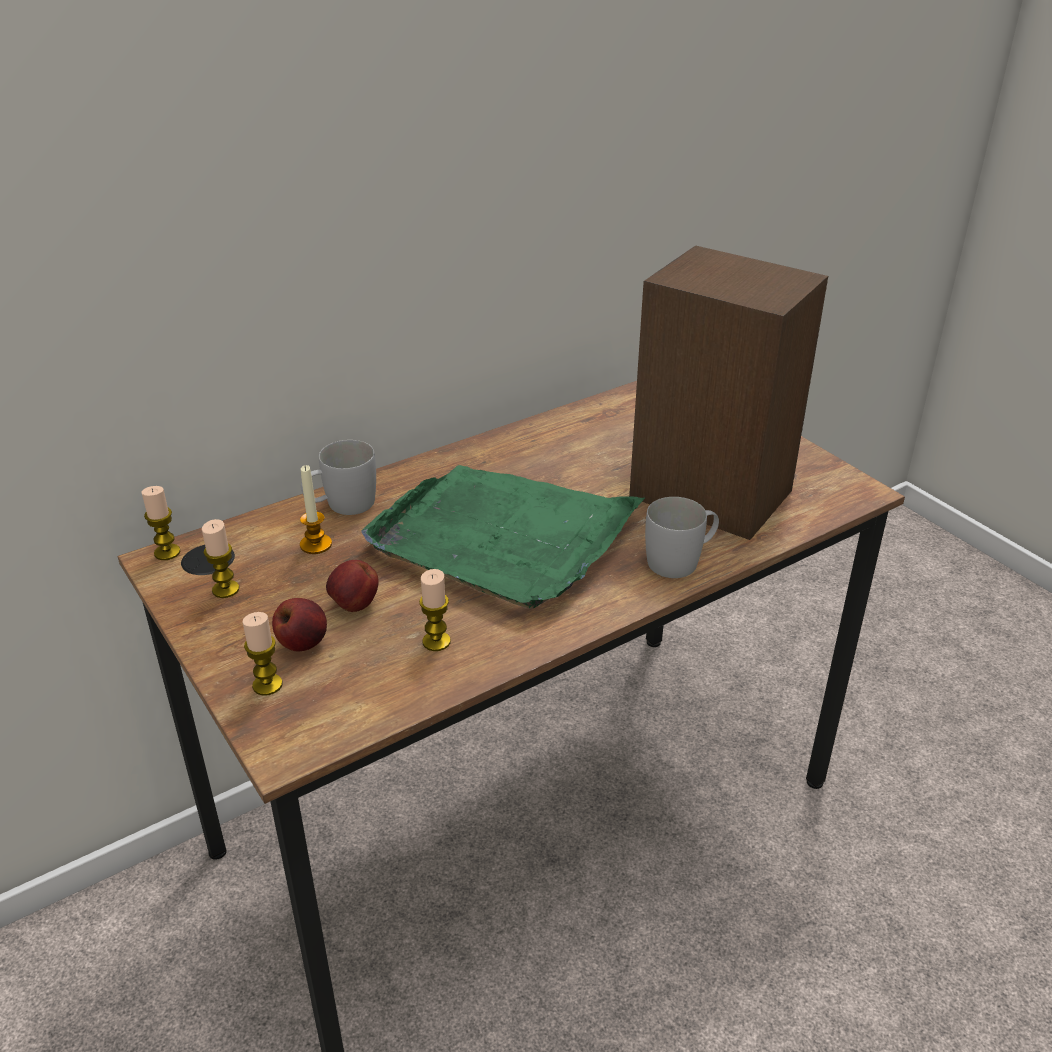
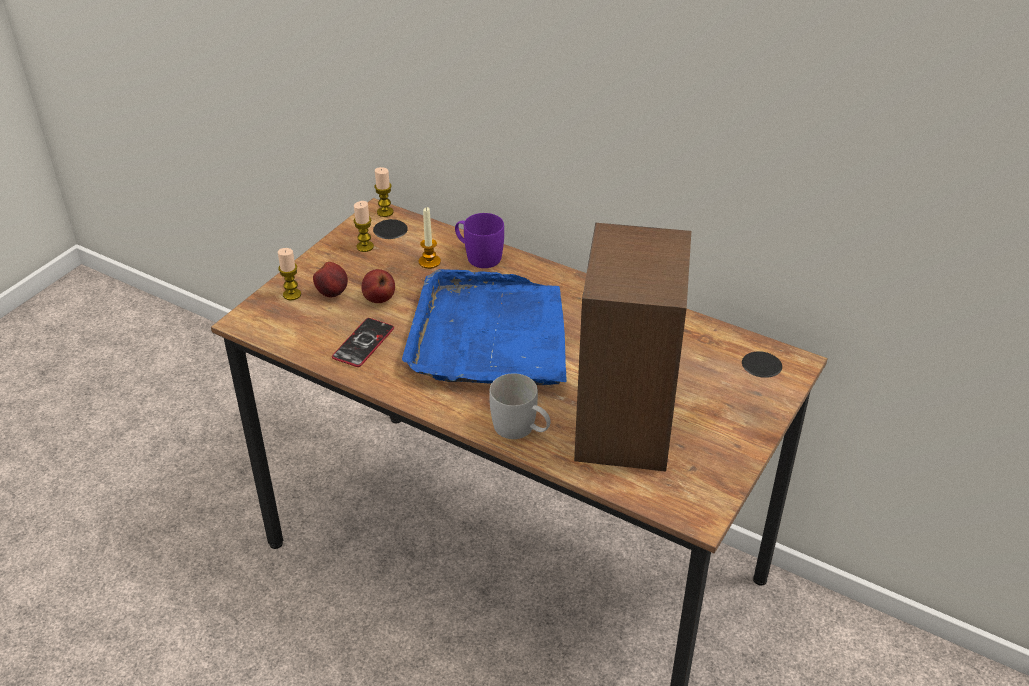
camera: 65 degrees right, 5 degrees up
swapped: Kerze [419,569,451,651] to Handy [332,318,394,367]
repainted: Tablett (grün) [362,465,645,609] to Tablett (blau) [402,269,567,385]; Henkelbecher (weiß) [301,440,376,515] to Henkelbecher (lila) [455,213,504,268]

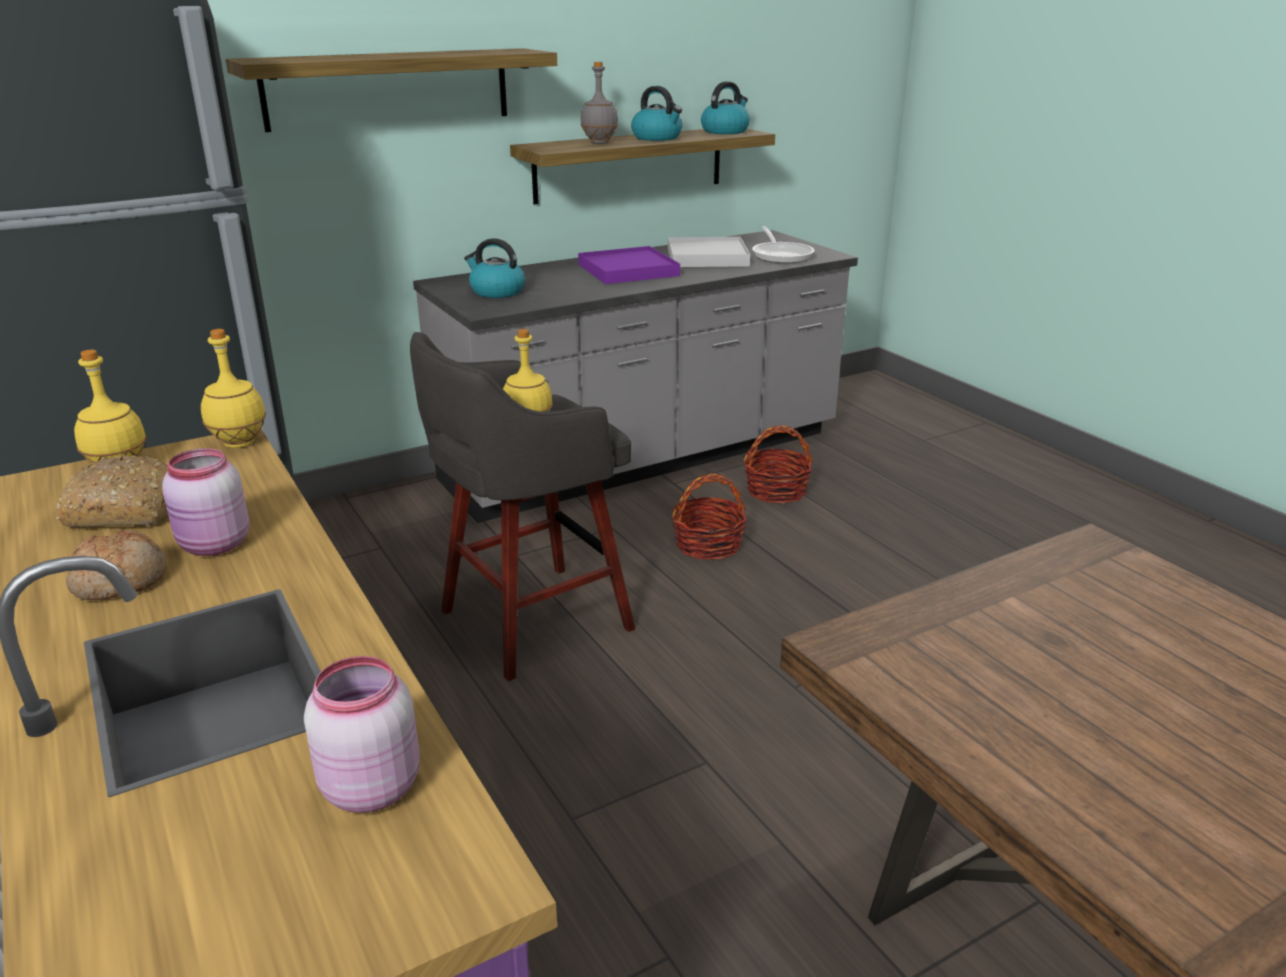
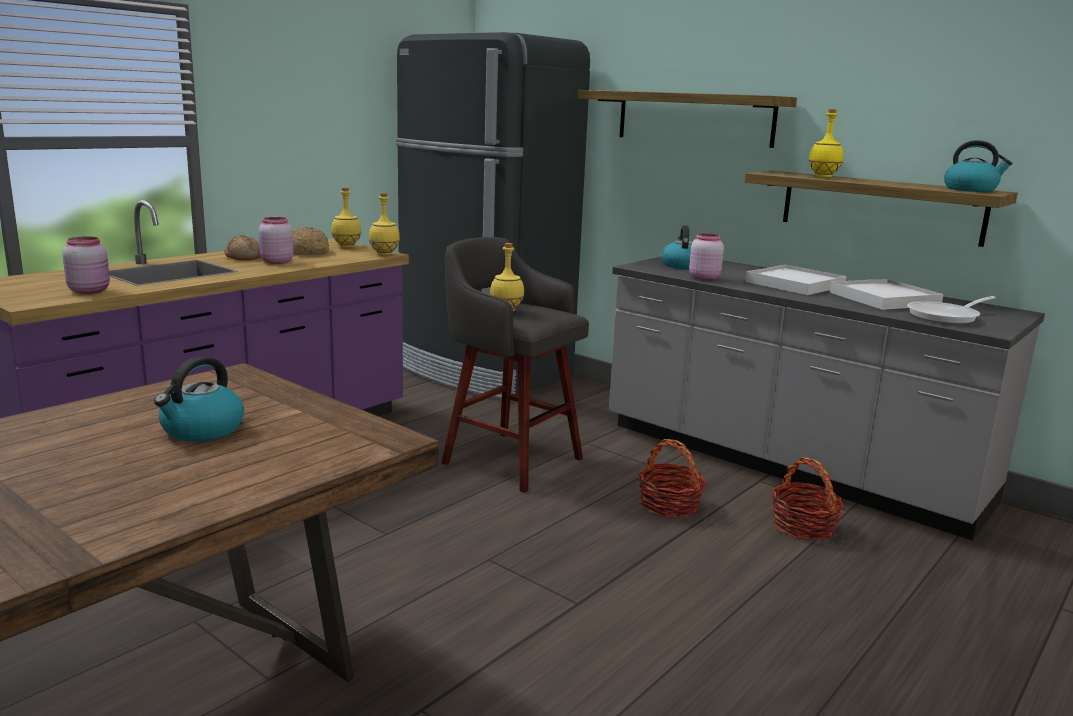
camera: 70 degrees right, 10 degrees down
new: Vorratsglas (rosa) [689,233,724,280]
shifted: Wasserkessel [631,86,682,141] to [154,356,244,442]
repainted: Tablett (lila) [578,246,680,284] to Tablett (weiß) [745,265,847,295]; Flasche (grau) [580,62,618,144] to Flasche (gelb) [808,109,843,178]

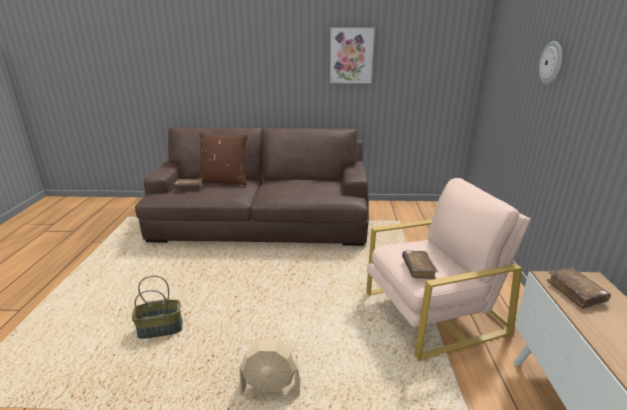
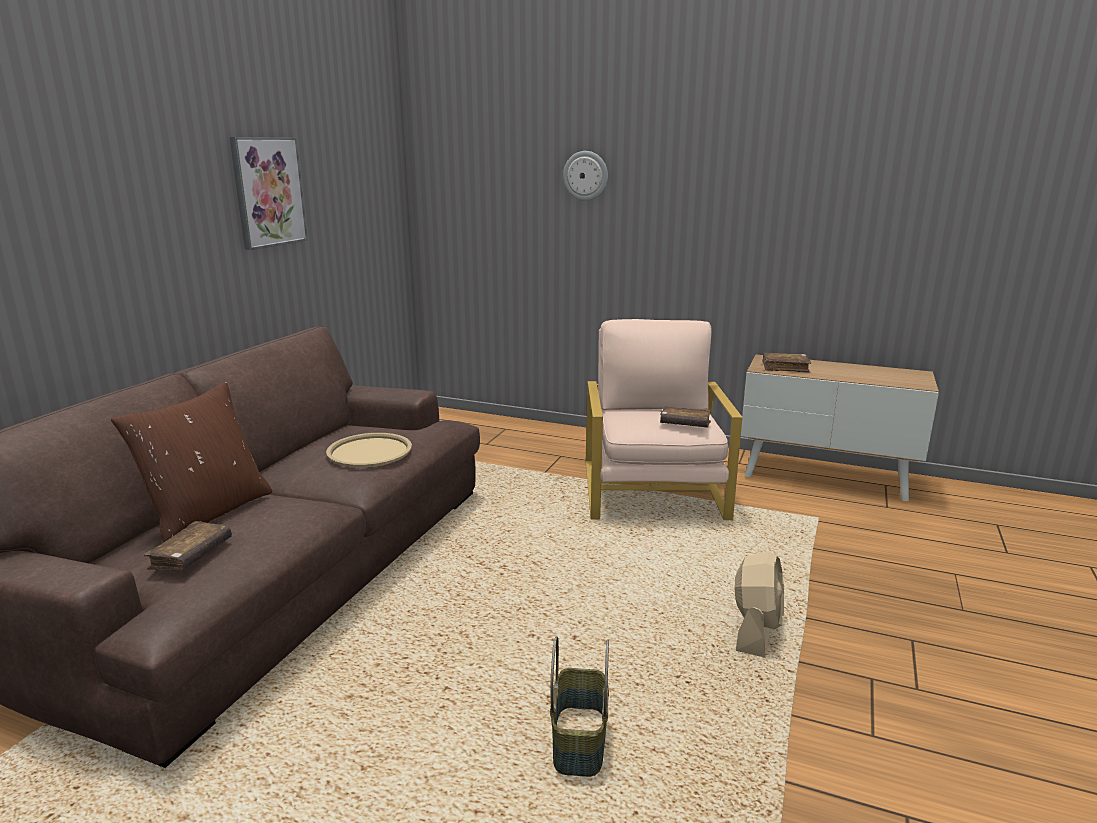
camera: 70 degrees left, 5 degrees down
new: Tablett (beige) [326,433,412,467]

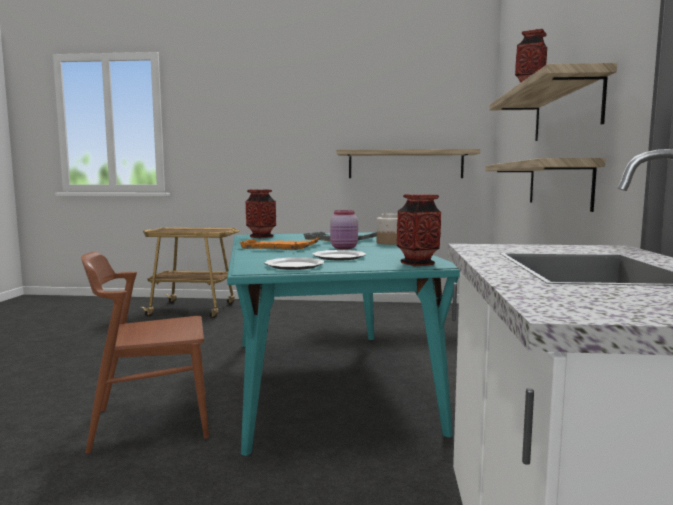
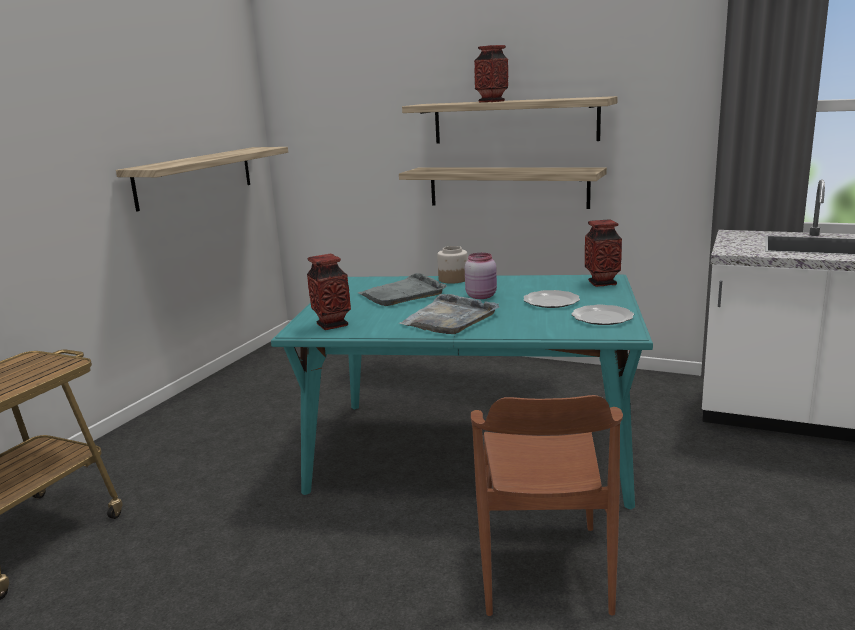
camera: 70 degrees left, 10 degrees up
repainted: Tablett (orange) [239,237,321,250] to Tablett (grau) [399,294,499,334]

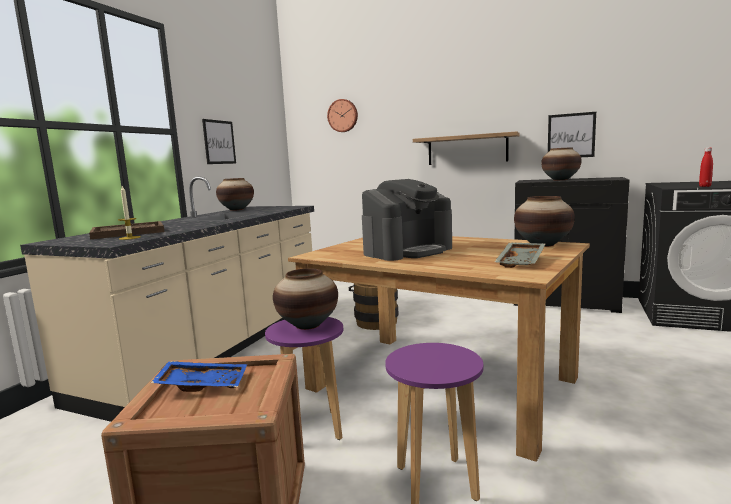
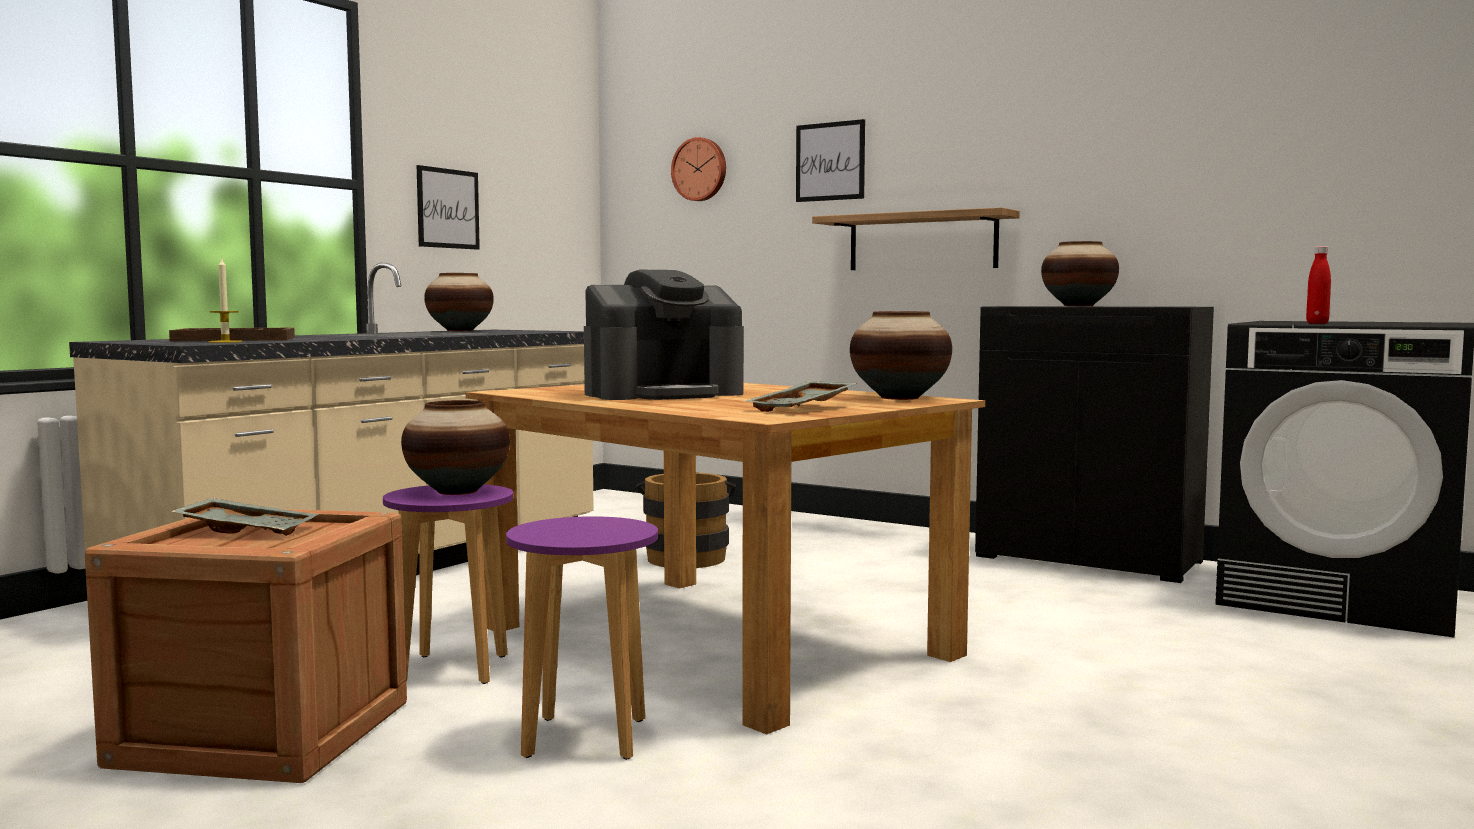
camera: 10 degrees right, 5 degrees down
shifted: Bild [548,112,596,157] to [796,119,865,202]
repainted: Tablett (blau) [151,361,247,392] to Tablett (grau) [170,498,319,536]

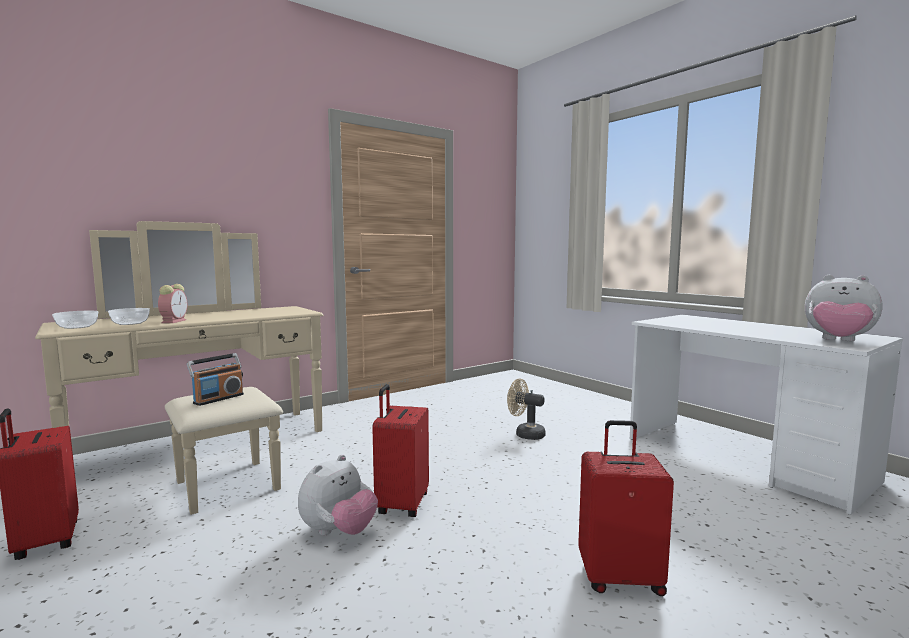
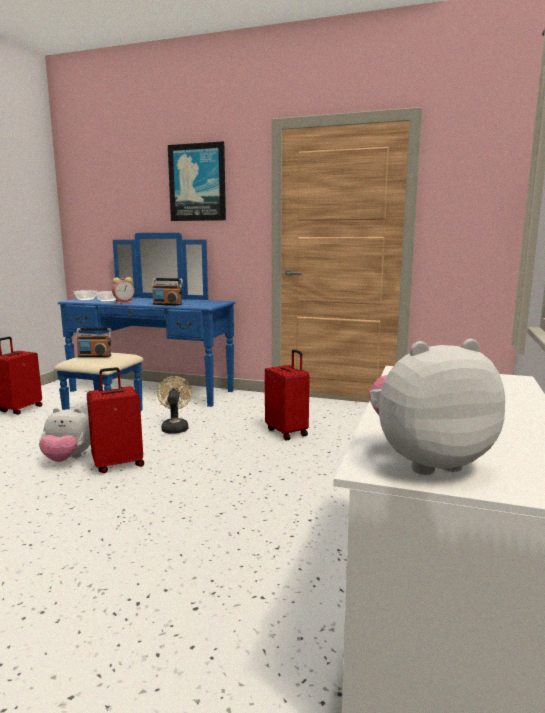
camera: 55 degrees right, 5 degrees up
new: Radio [152,278,183,305]; Bild [168,141,226,221]
shifted: Ventilator (beige) [507,379,546,440] to [157,376,192,434]; Koffer (rot) [578,420,674,596] to [265,349,310,441]
repainted: Kommode (beige) [35,221,323,515] to Kommode (blau) [54,233,236,411]
rotated: Plüschtier [805,275,882,341] = [369,339,505,475] 75 degrees clockwise

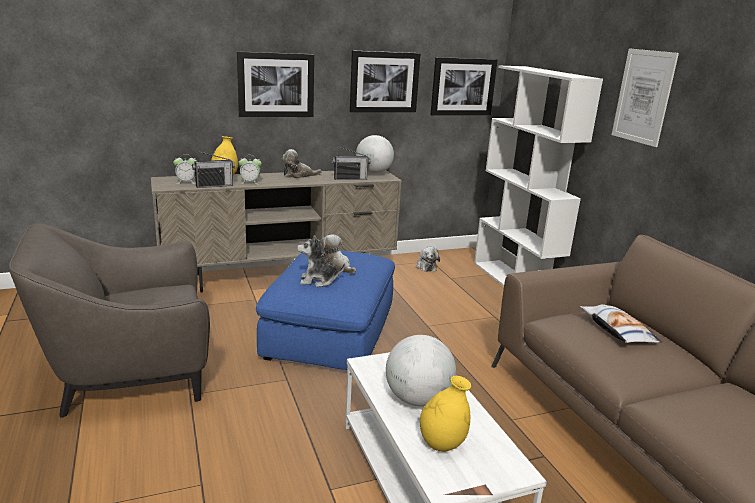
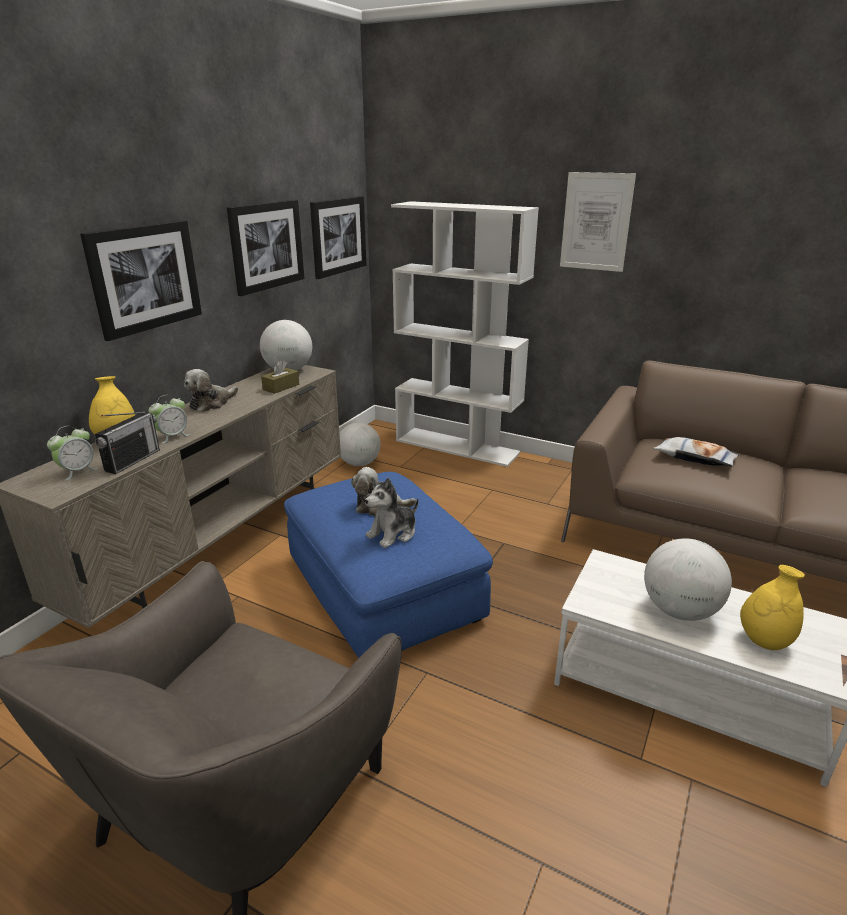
camera: 40 degrees left, 5 degrees up
swapped: Radio [332,147,370,180] to Taschentuchbox (braun) [261,360,299,394]; Plüschtier [416,247,440,272] to Globus [339,422,381,466]

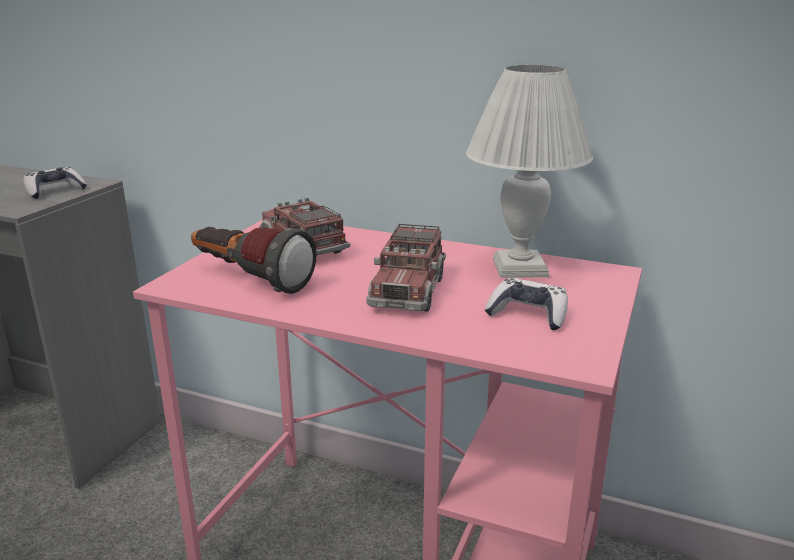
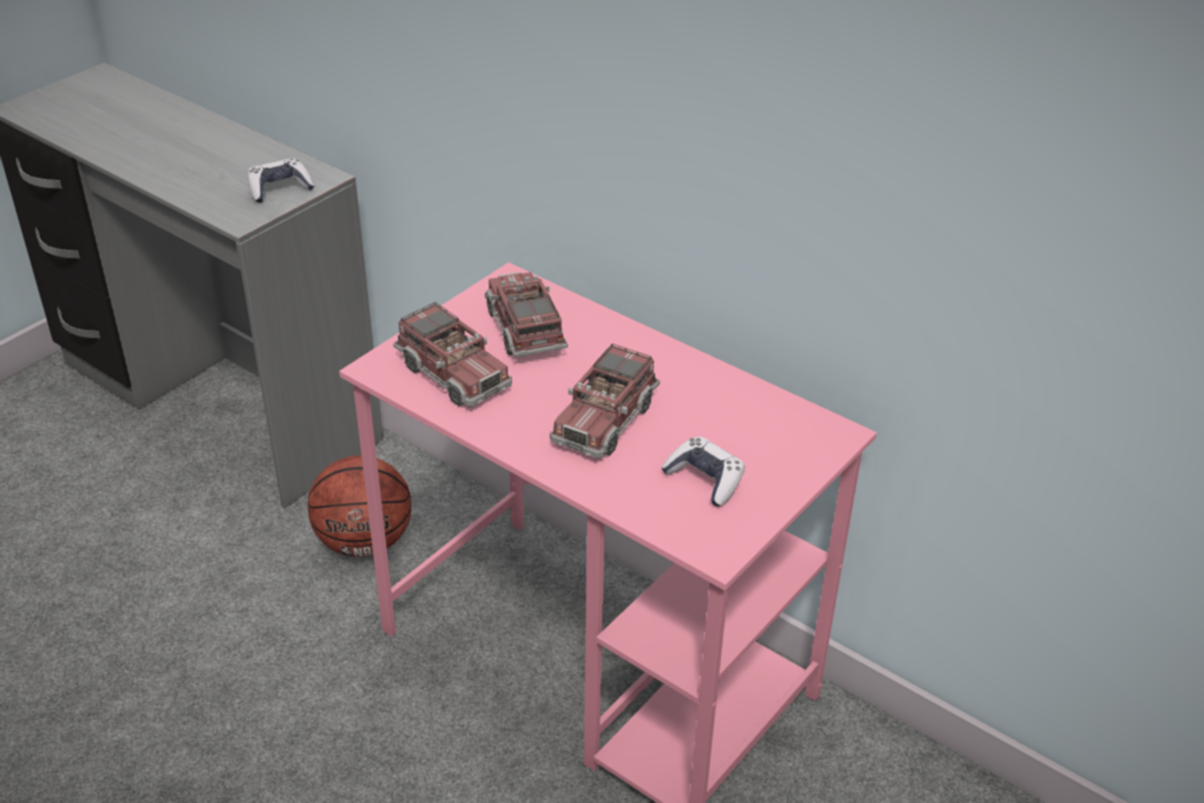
camera: 15 degrees right, 15 degrees up
gone: Tischlampe (weiß) [466,65,593,278]
new: Basketball [308,455,411,557]
swapped: Taschenlampe [191,227,317,294] to Spielzeuglaster [393,302,512,406]

